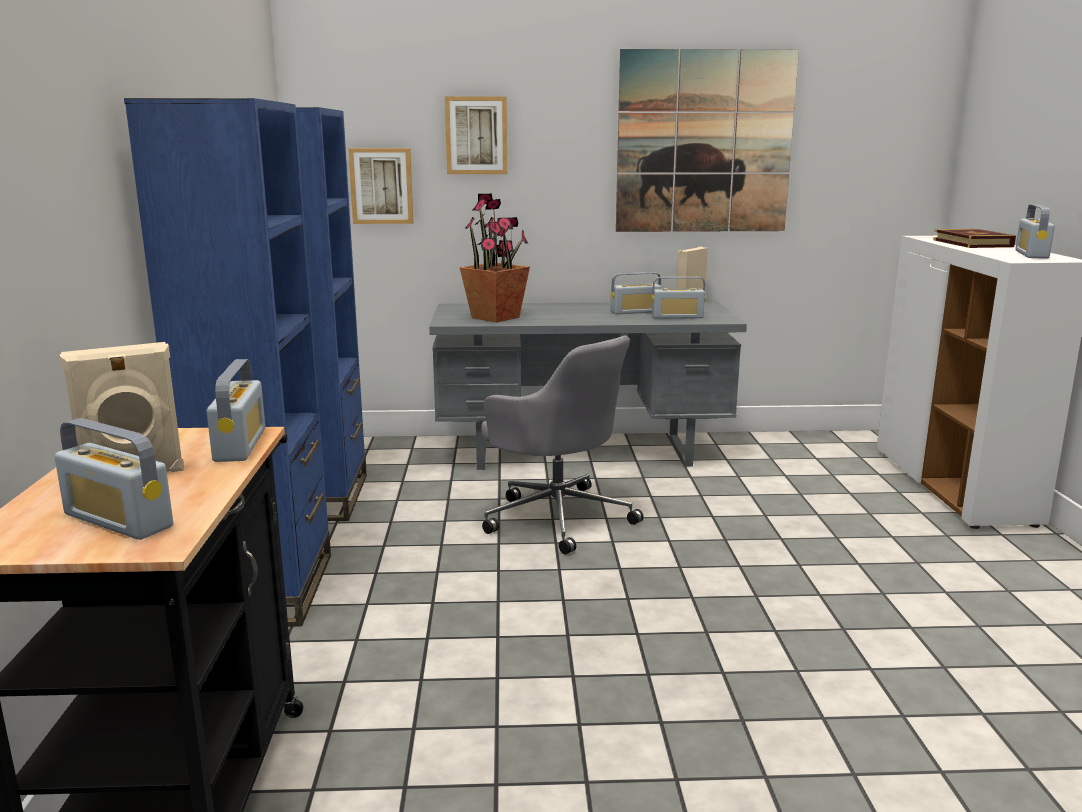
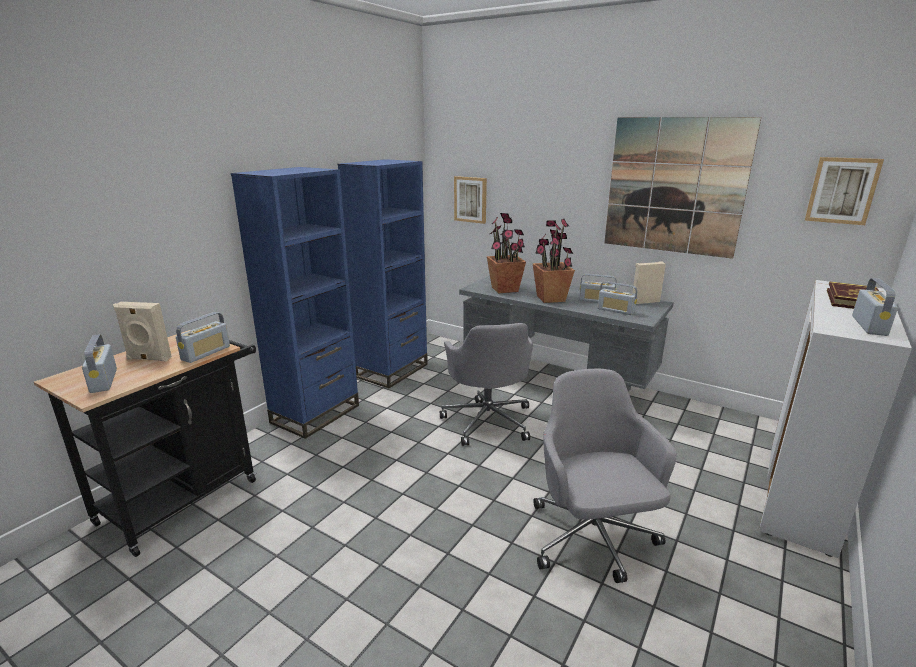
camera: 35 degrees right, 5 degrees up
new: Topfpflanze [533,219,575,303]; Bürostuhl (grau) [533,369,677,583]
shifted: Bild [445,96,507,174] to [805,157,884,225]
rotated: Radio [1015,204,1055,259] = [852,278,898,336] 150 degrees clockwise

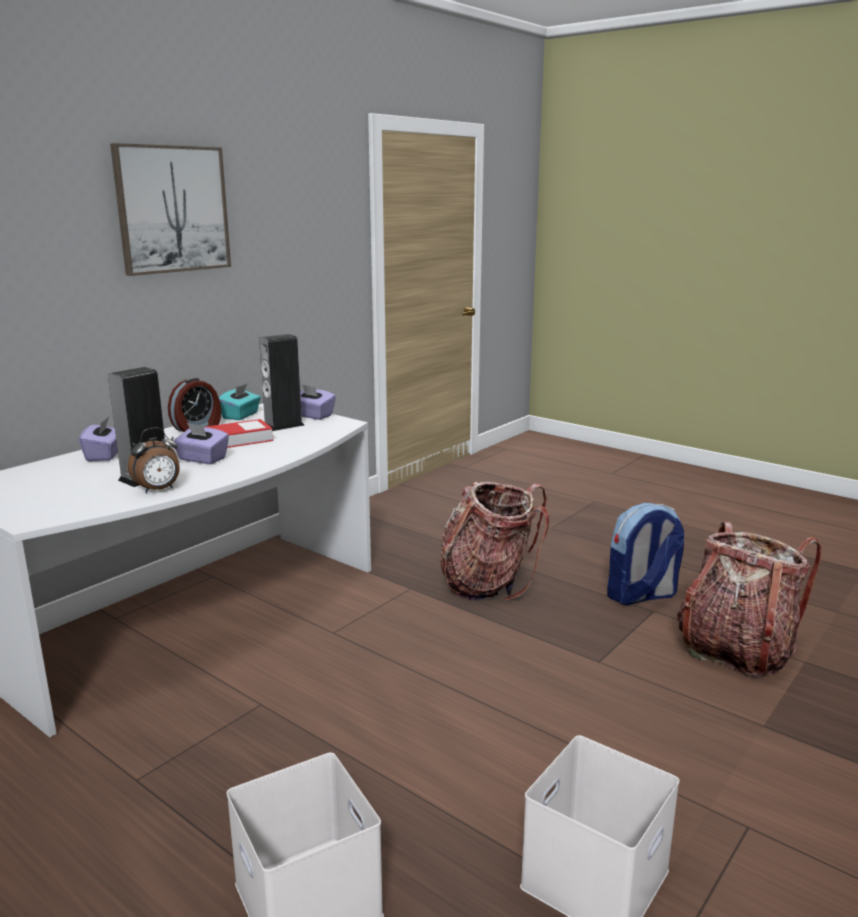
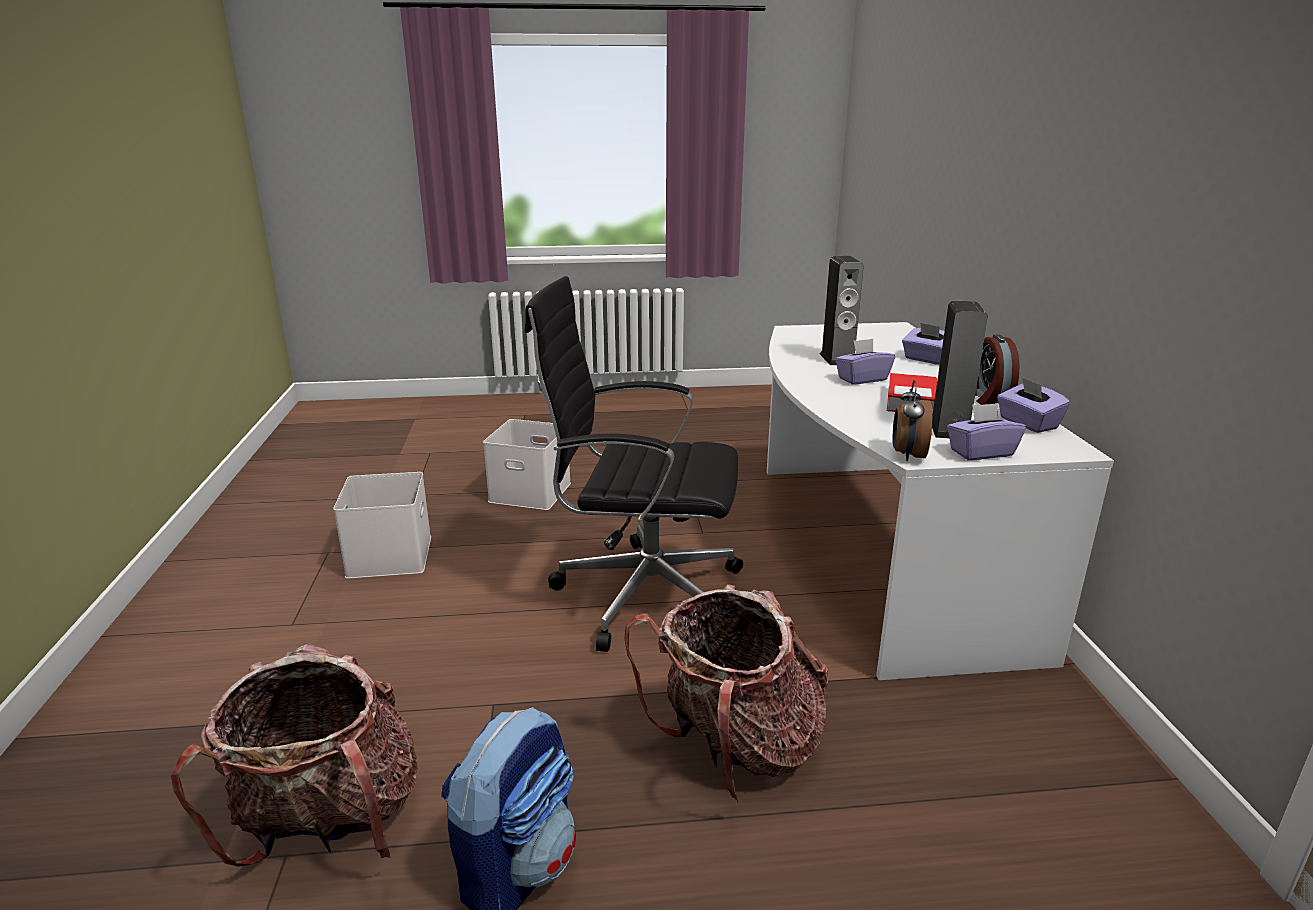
camera: 135 degrees right, 5 degrees up
gone: Bild [110,143,231,276]
new: Bürostuhl (schwarz) [525,276,743,652]
shifted: Wecker [128,428,180,493] to [893,380,932,461]
repainted: Taschentuchbox (türkis) [219,383,261,420] to Taschentuchbox (lila) [997,377,1070,433]

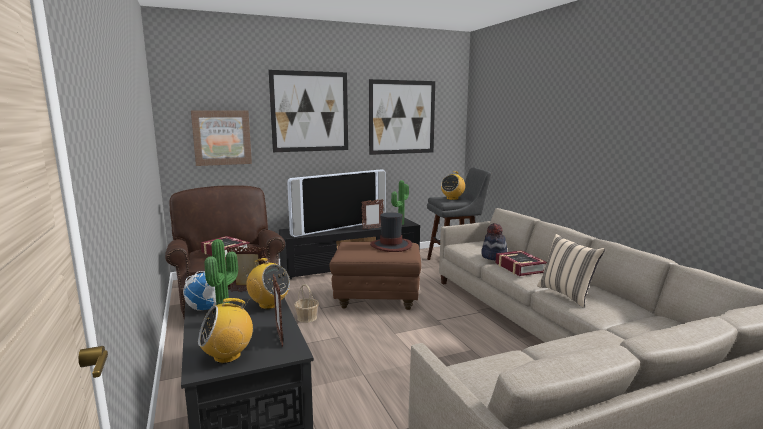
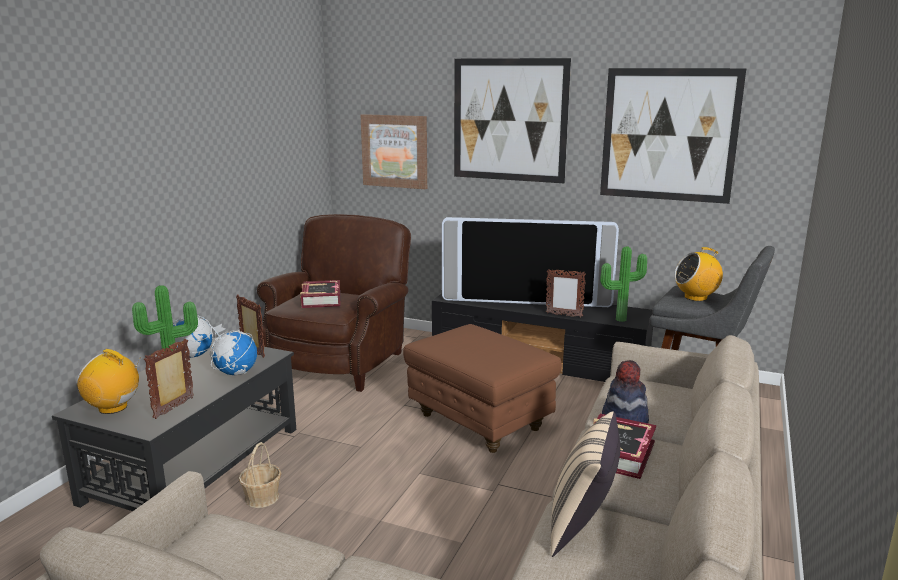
camera: 45 degrees right, 5 degrees up
gone: Hut [370,212,412,252]
shifted: Korb [294,284,319,323] to [239,442,281,508]
swapped: Radio [245,258,290,309] to Globus [210,324,257,375]

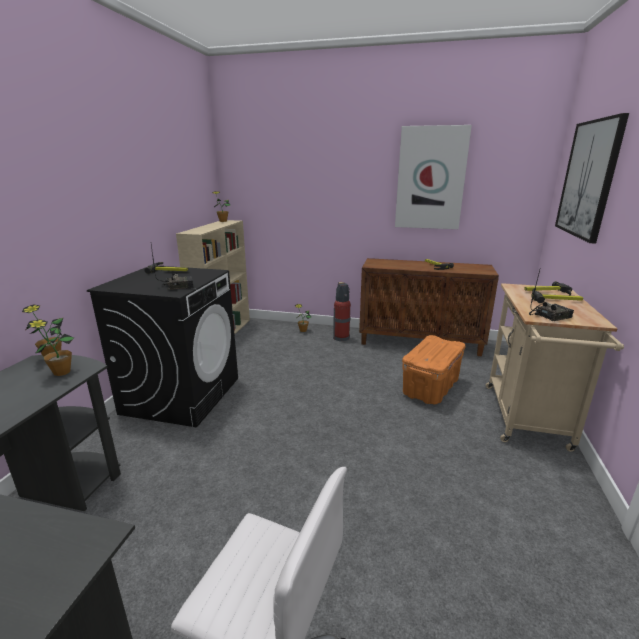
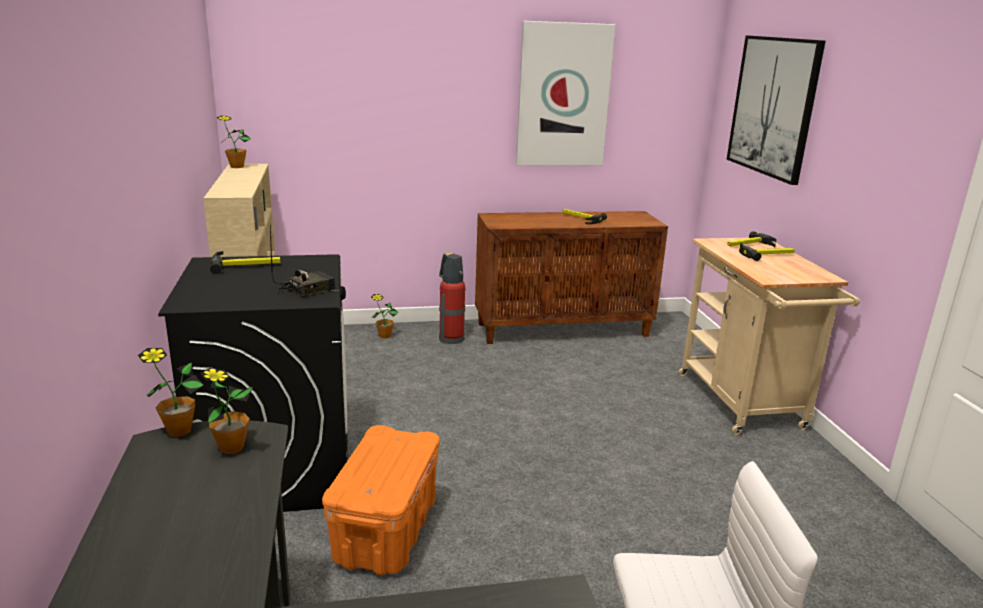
camera: 25 degrees left, 0 degrees up
gone: Radio [529,270,574,321]
shifted: Aufbewahrungsbox (orange) [402,335,465,404] to [322,425,440,575]

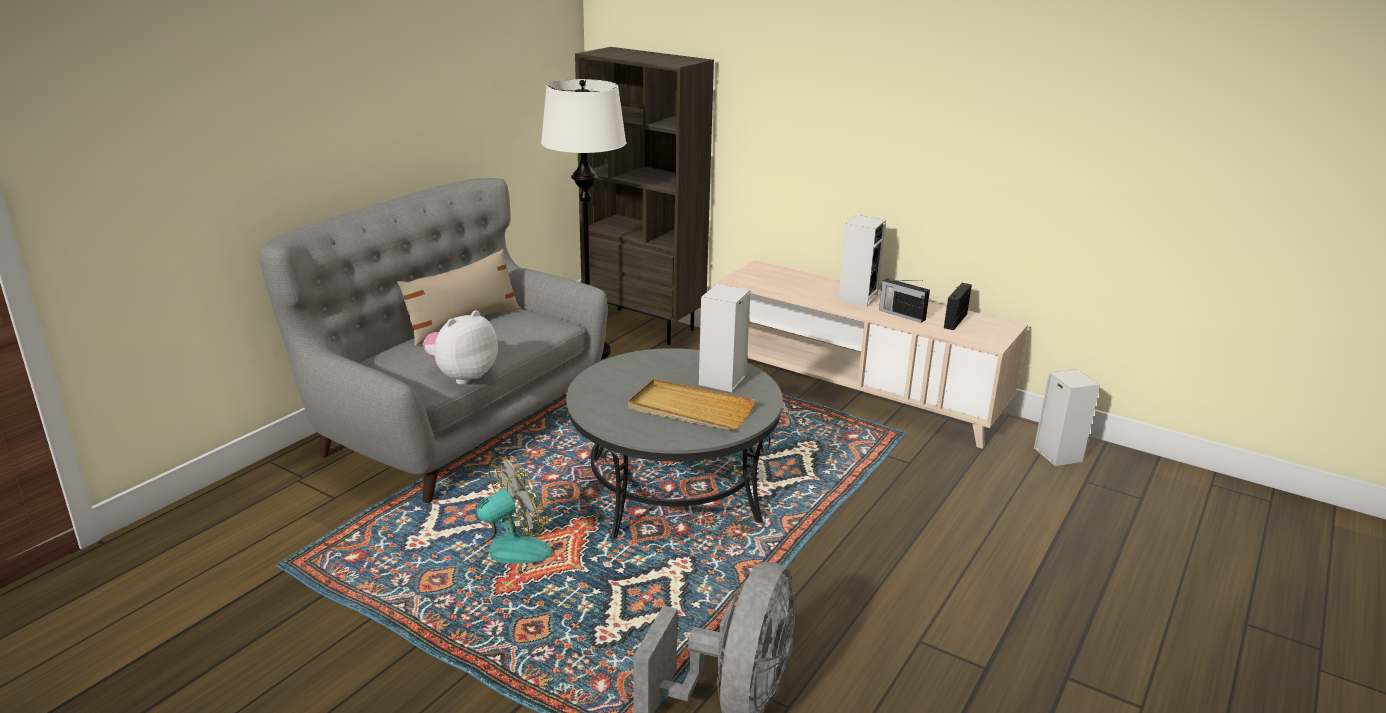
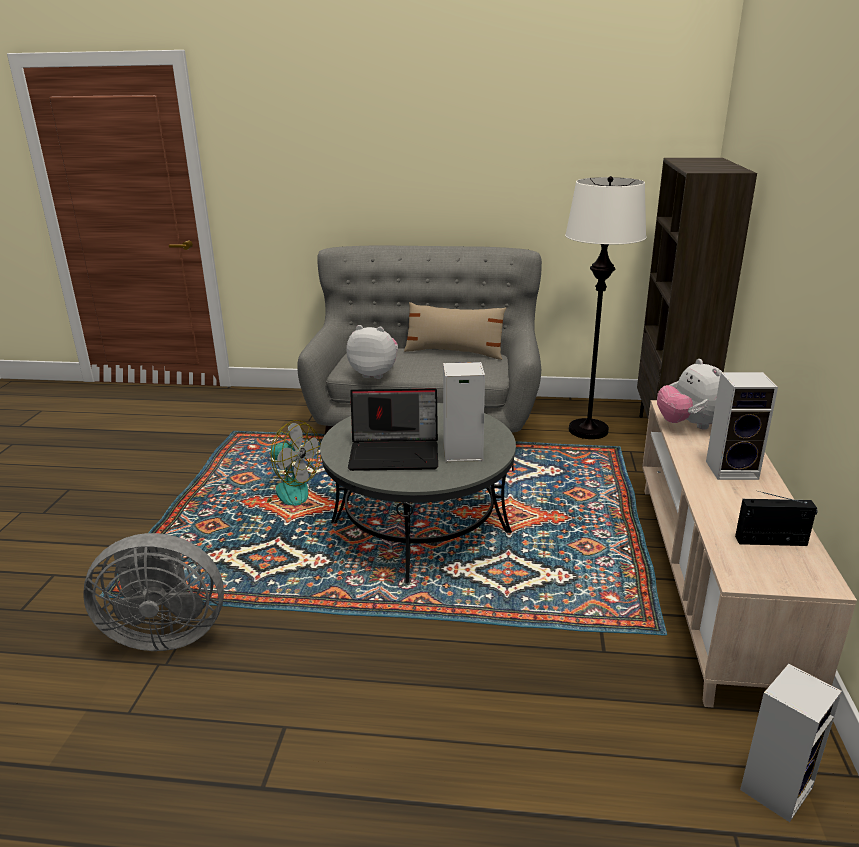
camera: 65 degrees right, 0 degrees up
gone: Radio [879,278,930,323]
new: Plüschtier [657,359,722,430]
swapped: Tablett (beige) [628,379,755,431] to Laptop [348,388,438,471]

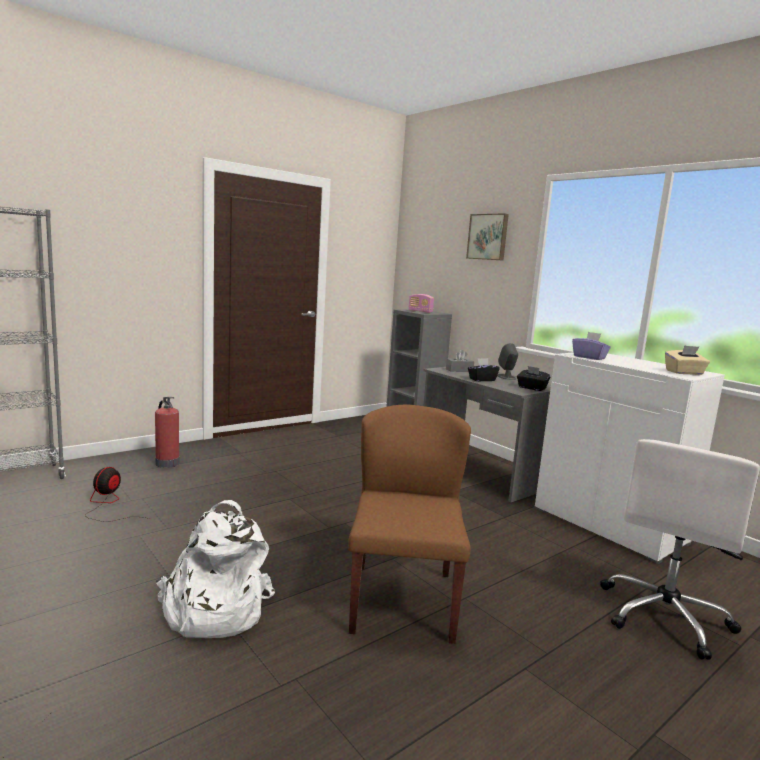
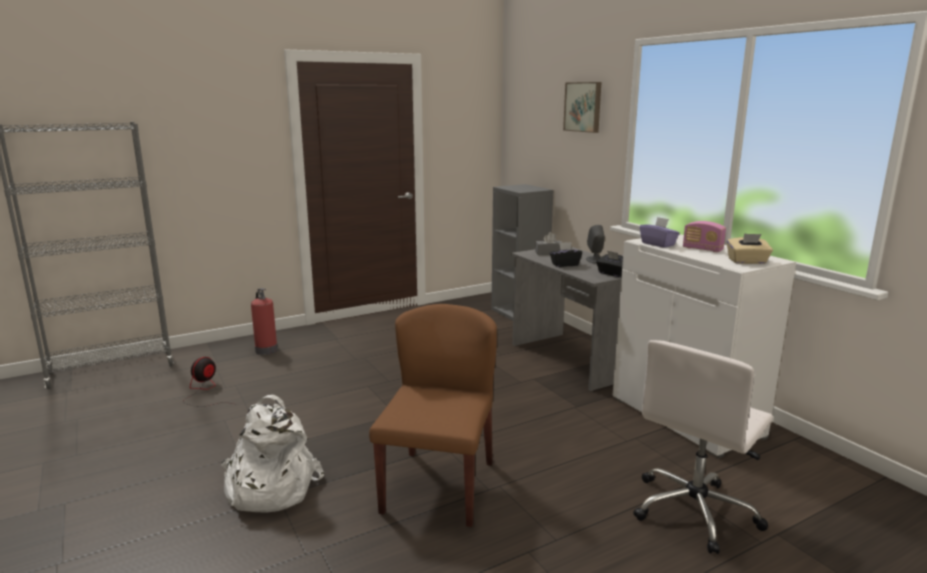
camera: 10 degrees right, 5 degrees up
shifted: Radio [409,294,434,313] to [683,221,726,252]

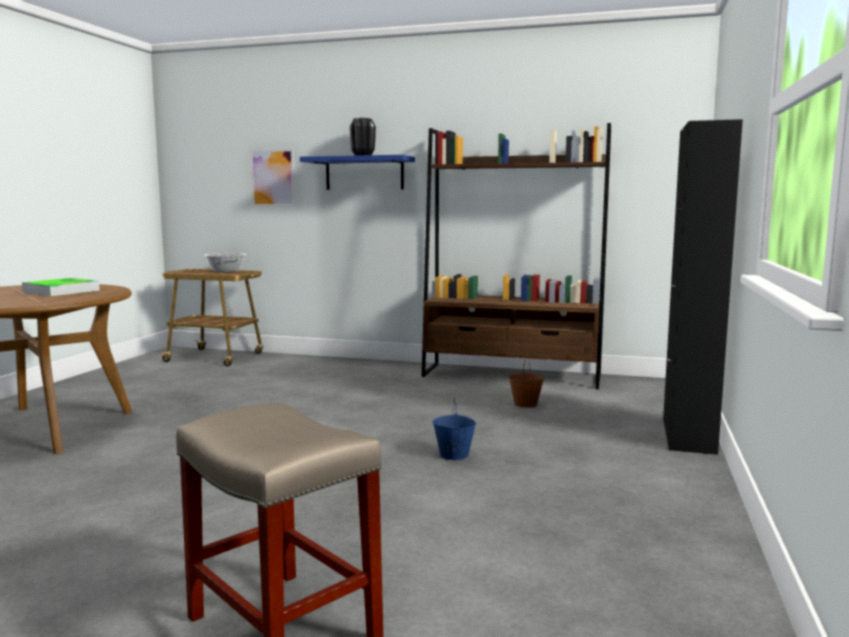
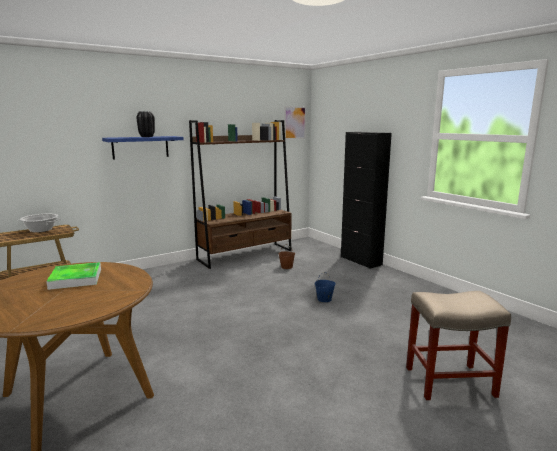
camera: 50 degrees left, 5 degrees up
shifted: Bild [250,149,295,207] to [284,106,306,140]

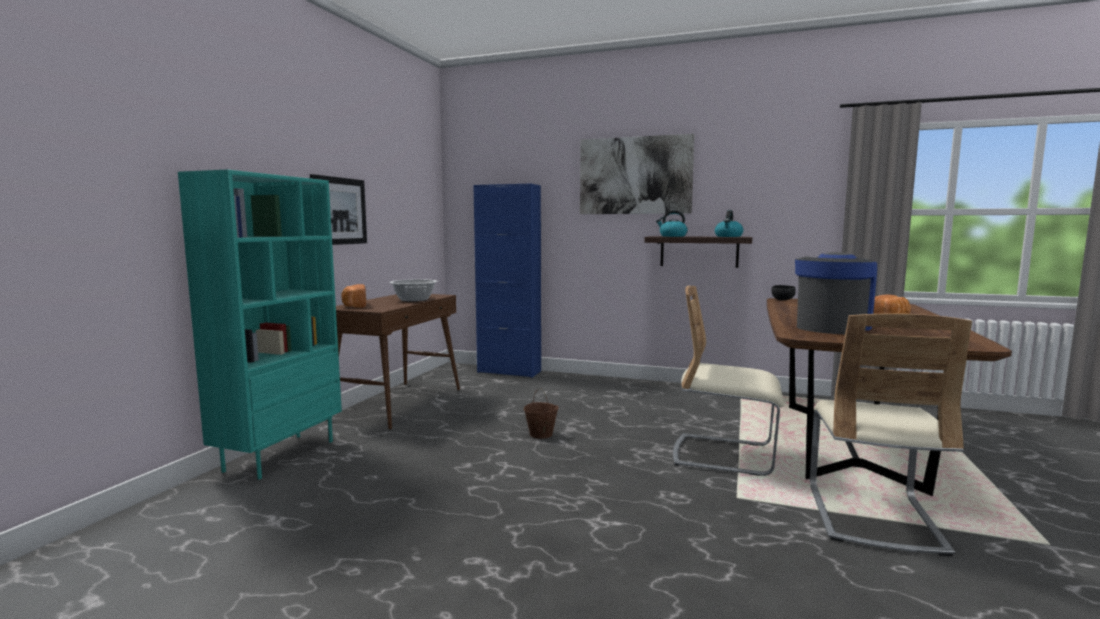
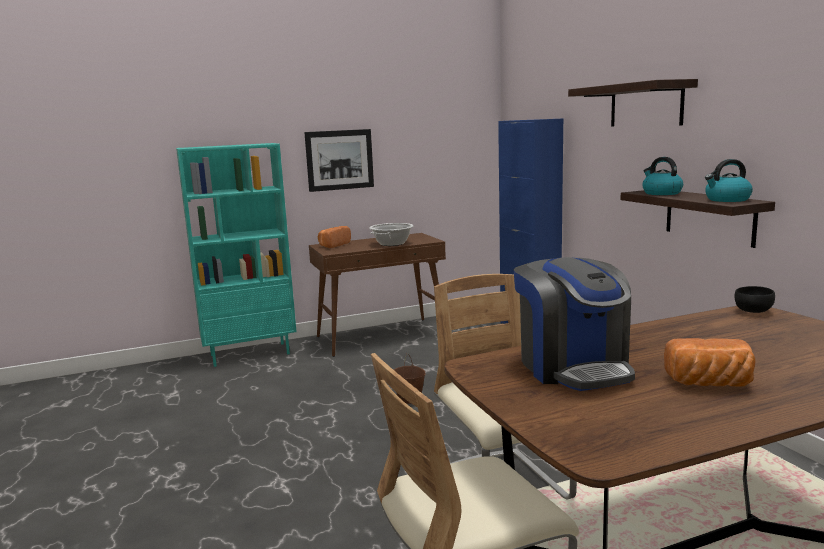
camera: 50 degrees right, 5 degrees up
swapped: Bild [580,134,695,214] to Wandregal [568,79,698,127]
rotated: Kaffeemaschine [795,252,877,334] = [513,257,635,391] 75 degrees clockwise

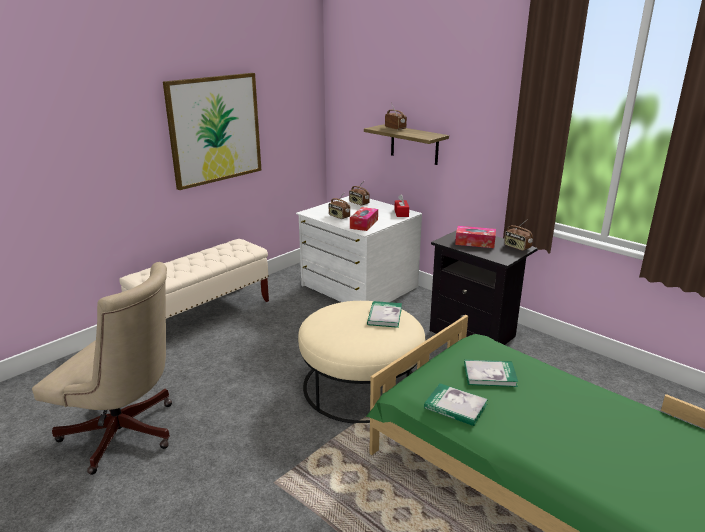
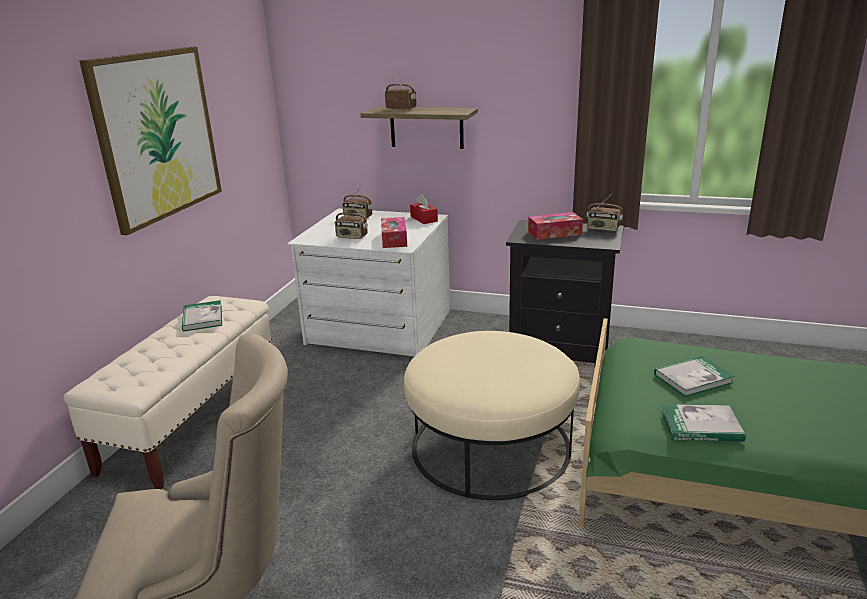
camera: 25 degrees left, 0 degrees up
shifted: Buch [367,301,402,328] to [182,300,222,332]

